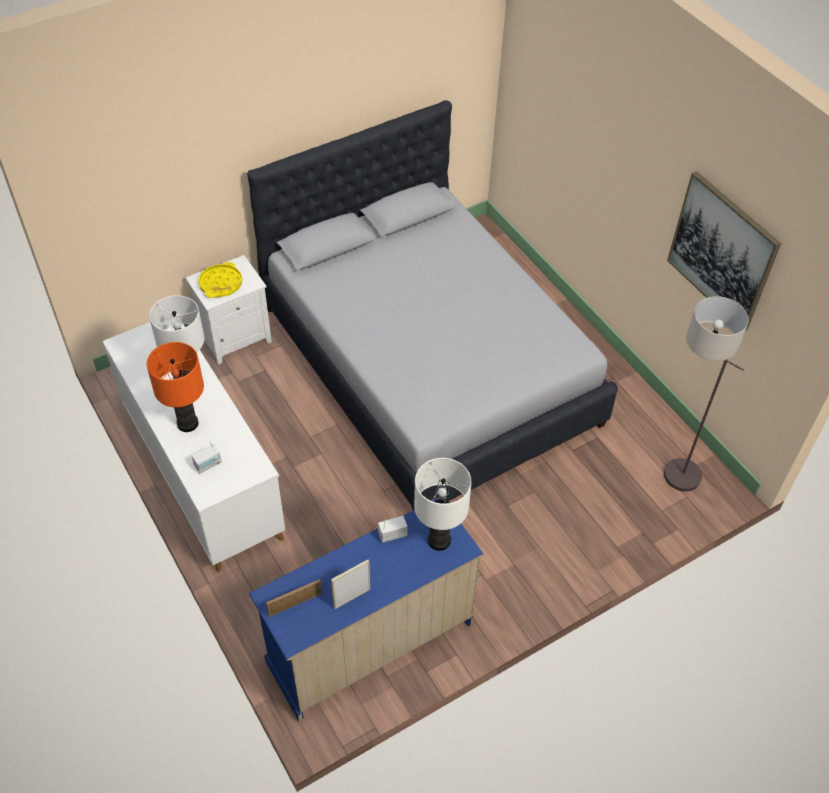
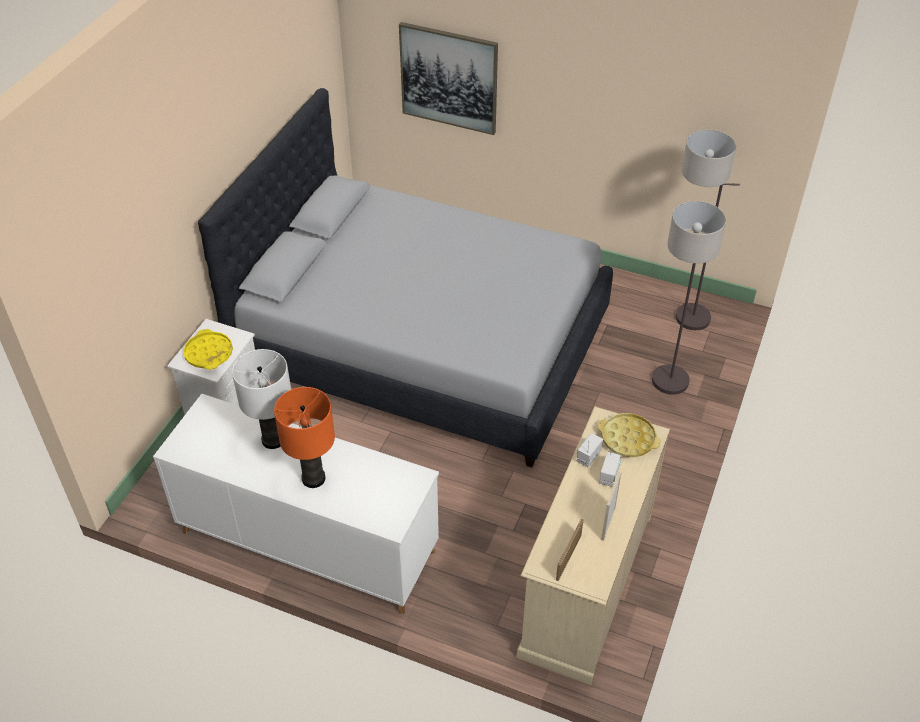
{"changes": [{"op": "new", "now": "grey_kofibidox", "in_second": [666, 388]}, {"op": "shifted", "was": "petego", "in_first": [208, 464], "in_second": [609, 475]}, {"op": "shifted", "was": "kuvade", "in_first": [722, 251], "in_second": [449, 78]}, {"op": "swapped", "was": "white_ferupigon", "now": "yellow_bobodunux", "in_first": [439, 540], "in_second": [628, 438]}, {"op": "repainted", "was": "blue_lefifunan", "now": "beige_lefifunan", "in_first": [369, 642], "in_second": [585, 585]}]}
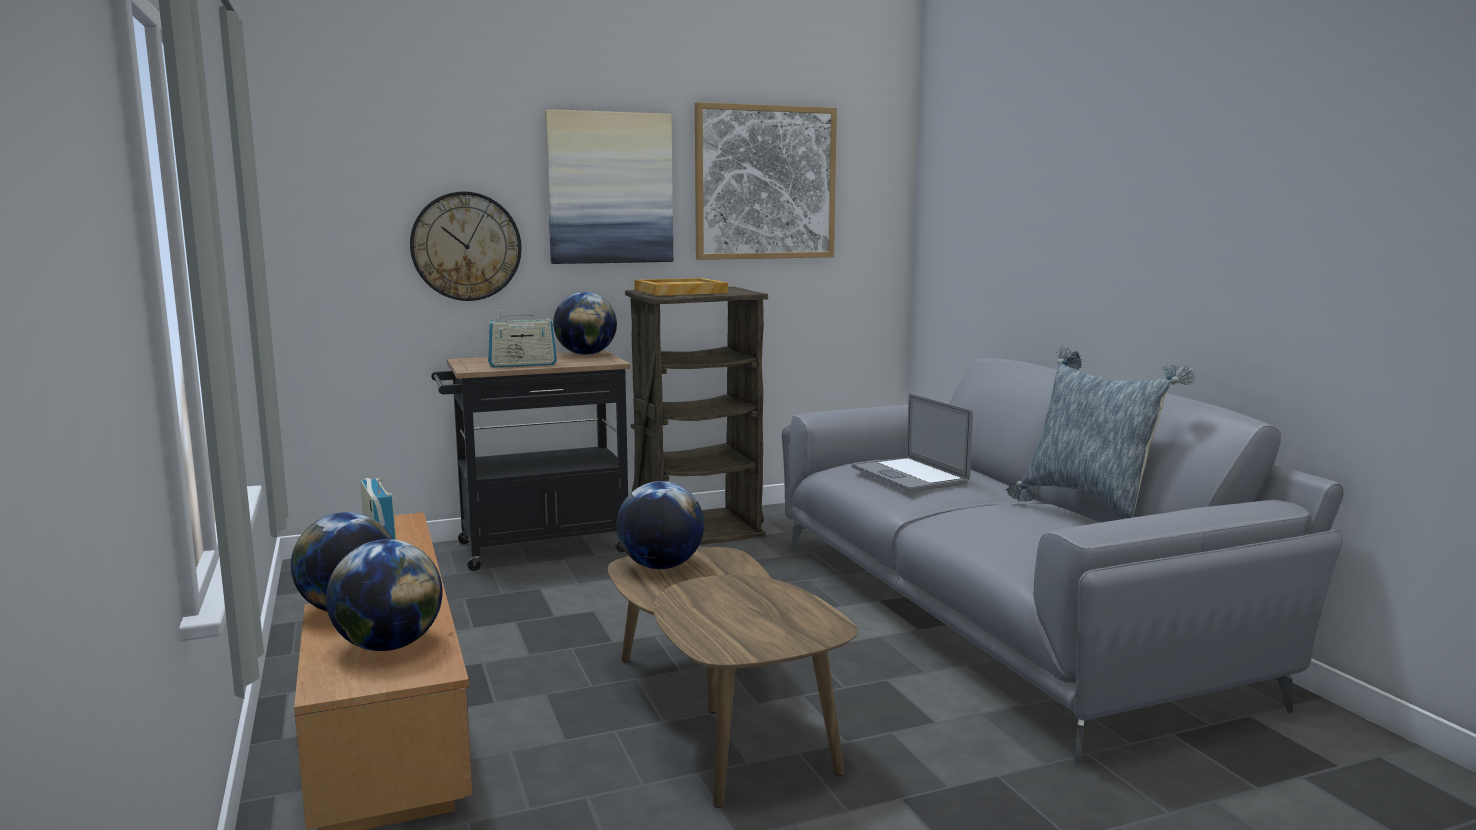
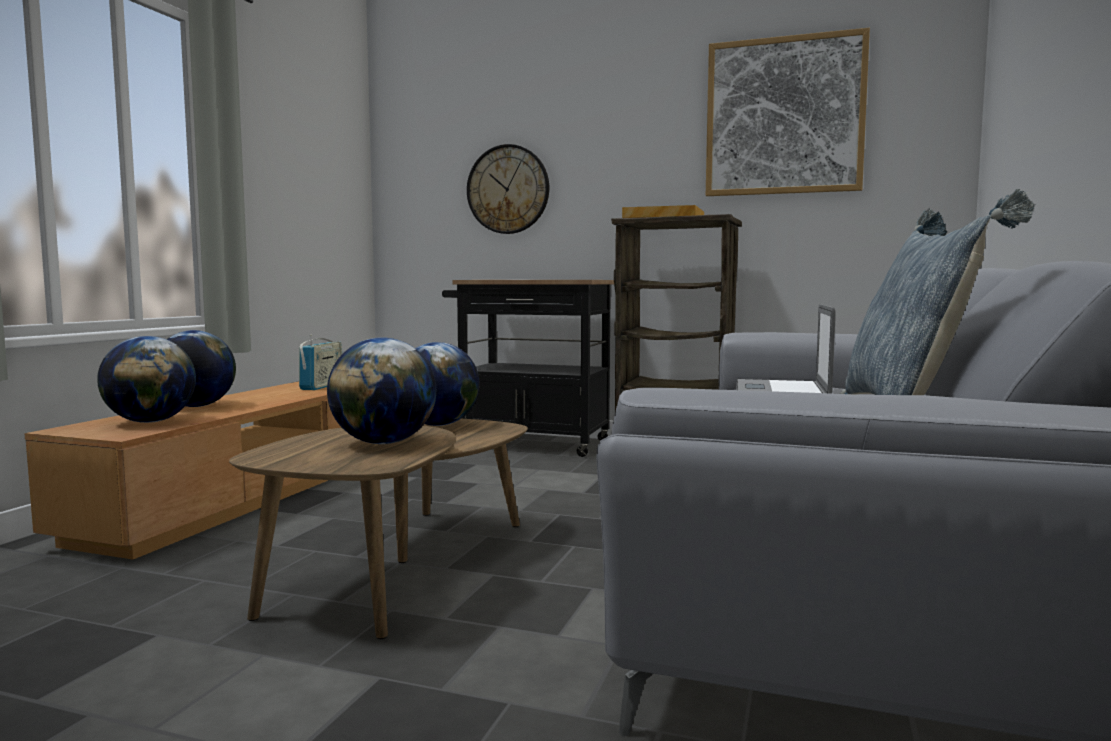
{"changes": [{"op": "gone", "was": "petego", "in_first": [522, 365]}, {"op": "gone", "was": "kuvade", "in_first": [610, 188]}, {"op": "shifted", "was": "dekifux", "in_first": [586, 354], "in_second": [383, 442]}]}
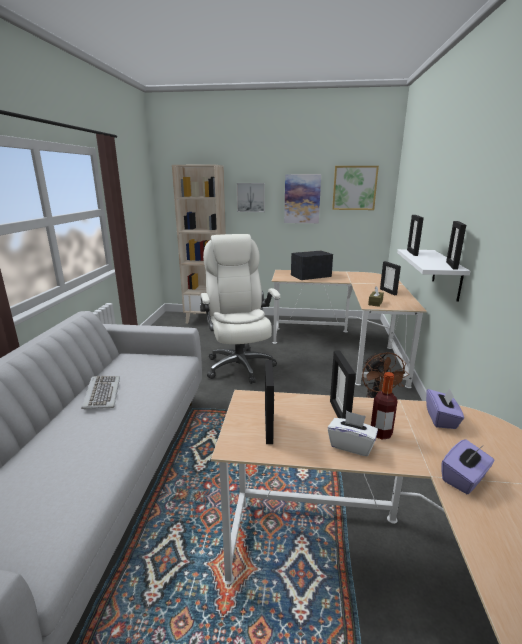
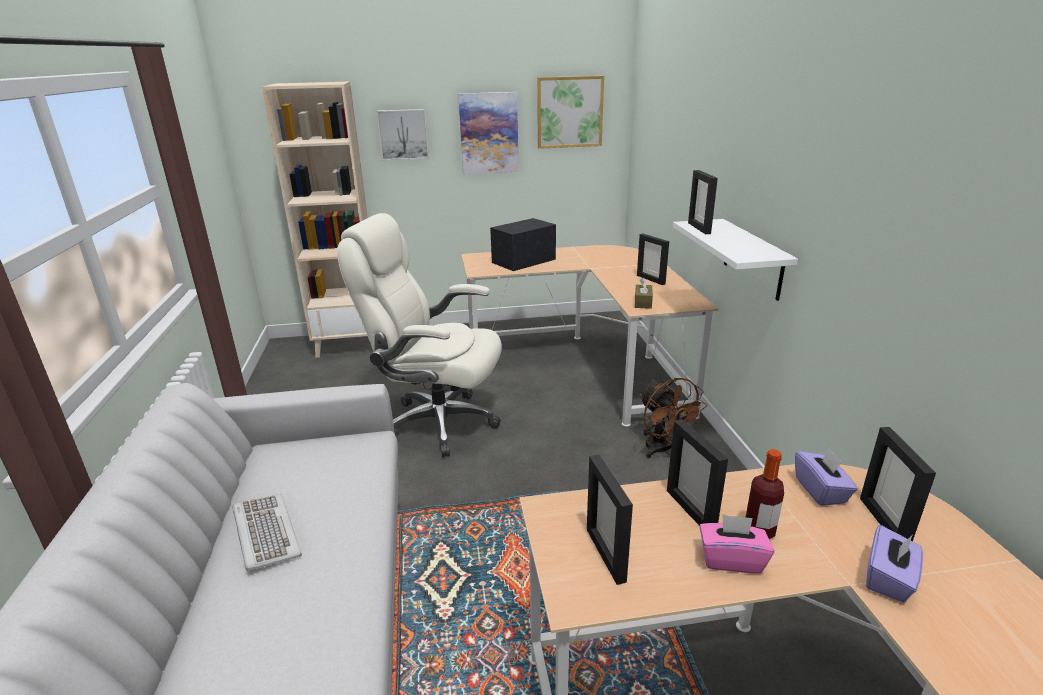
{"changes": [{"op": "shifted", "was": "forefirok", "in_first": [452, 265], "in_second": [885, 522]}, {"op": "repainted", "was": "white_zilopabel", "now": "pink_zilopabel", "in_first": [351, 445], "in_second": [731, 559]}, {"op": "rotated", "was": "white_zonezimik", "in_first": [239, 366], "in_second": [438, 423], "clockwise": -45}]}
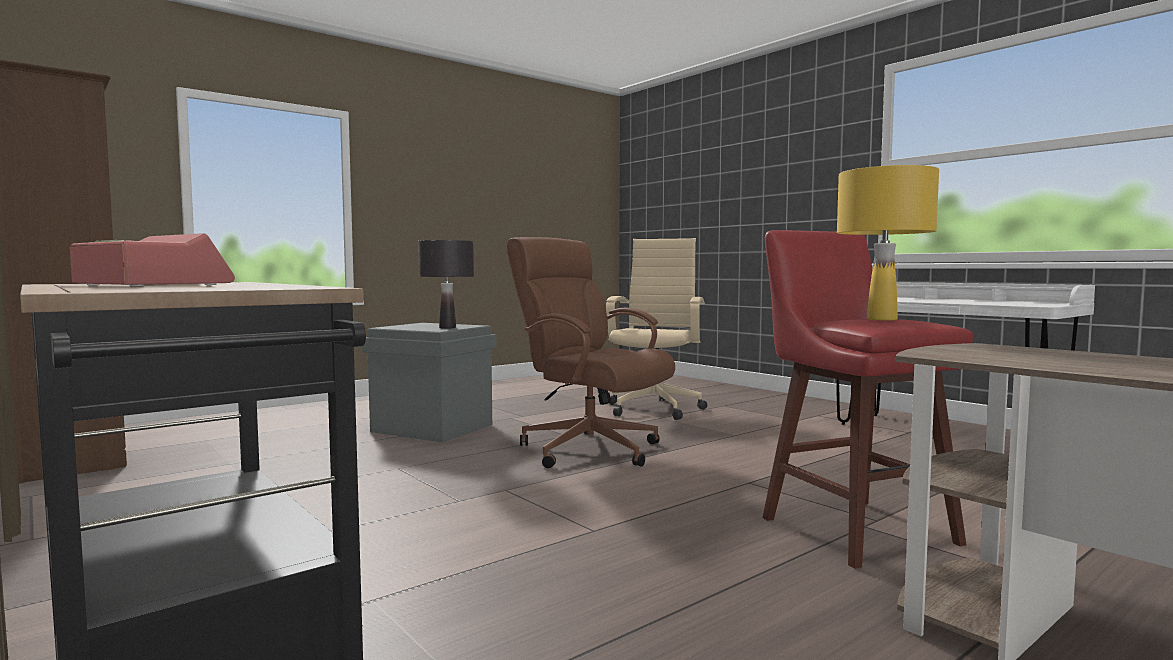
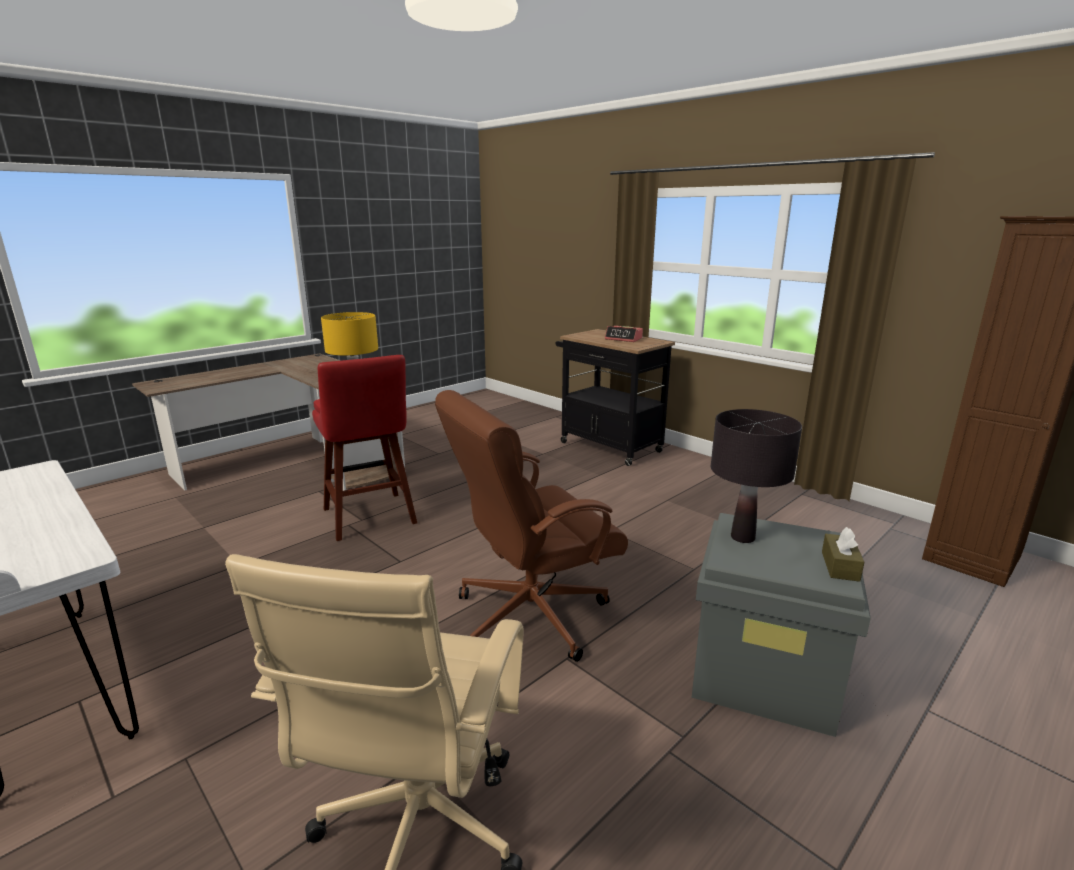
{"changes": [{"op": "new", "now": "brown_zilopabel", "in_second": [840, 566]}, {"op": "rotated", "was": "brown_zonezimik", "in_first": [590, 450], "in_second": [532, 614], "clockwise": 120}]}
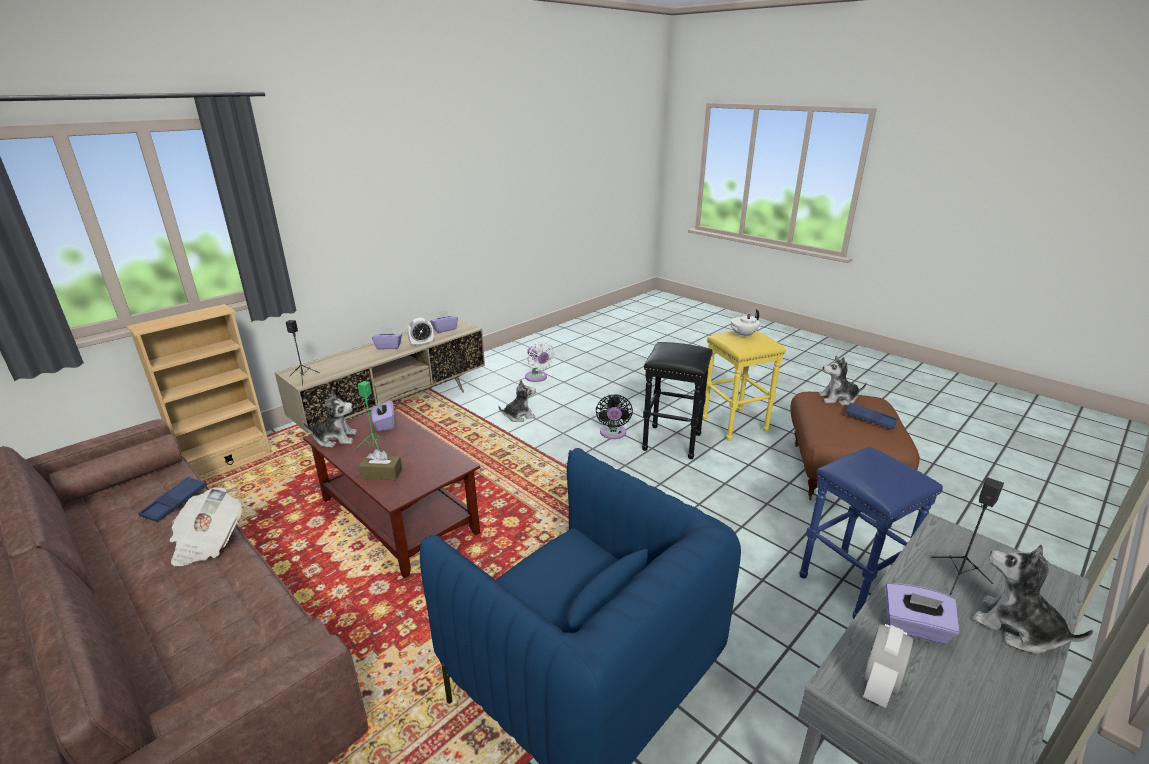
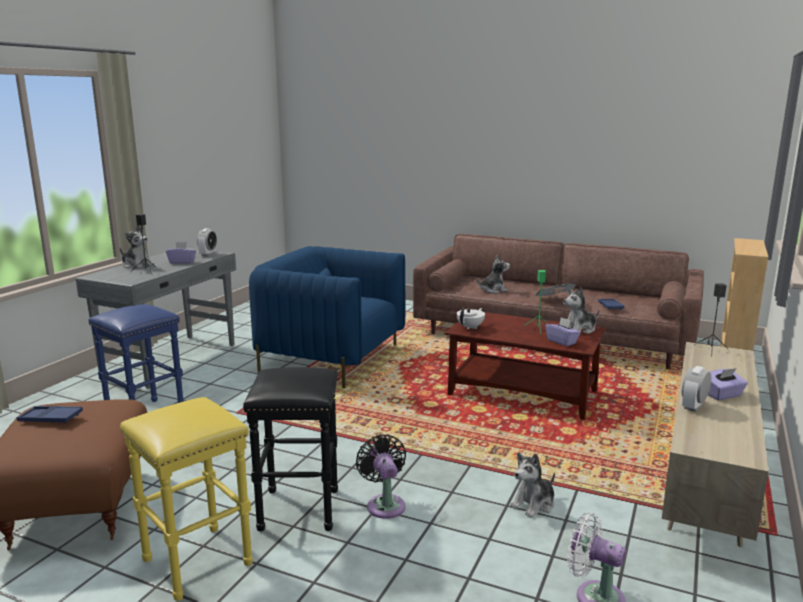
{"changes": [{"op": "gone", "was": "brown_zilopabel", "in_first": [381, 474]}, {"op": "gone", "was": "purple_zilopabel", "in_first": [445, 329]}, {"op": "shifted", "was": "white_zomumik", "in_first": [742, 335], "in_second": [470, 327]}, {"op": "shifted", "was": "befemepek", "in_first": [838, 399], "in_second": [493, 290]}]}
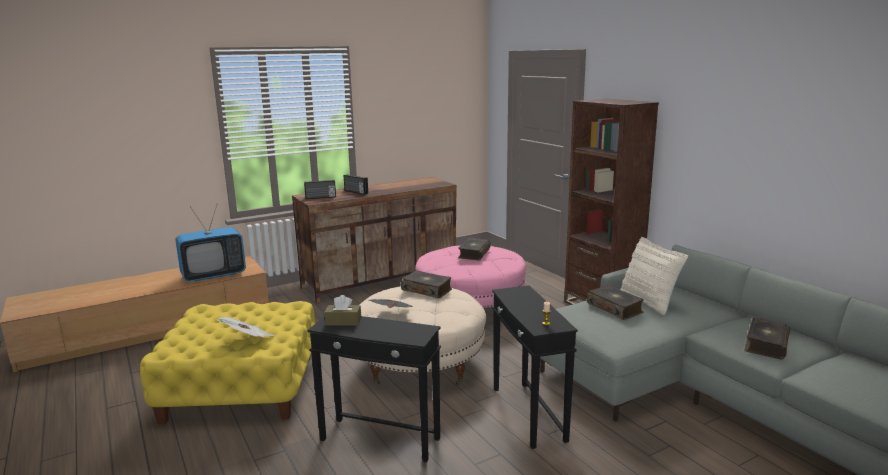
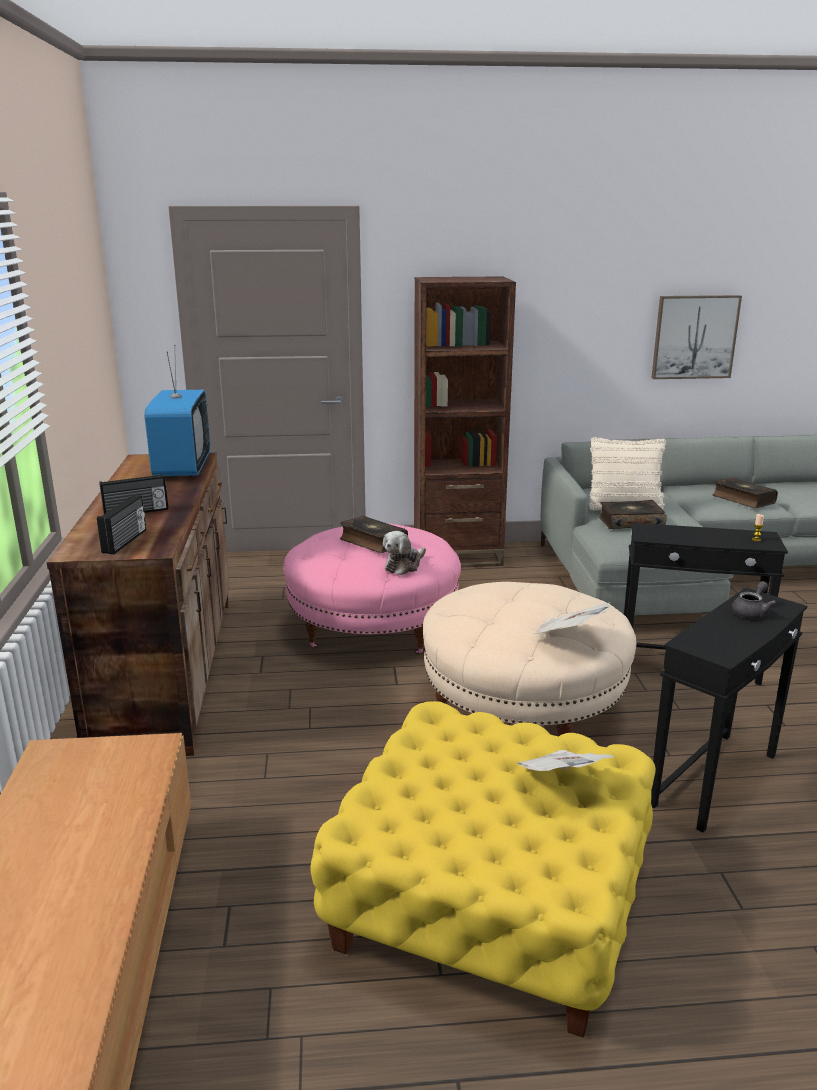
{"changes": [{"op": "gone", "was": "brown_zilopabel", "in_first": [343, 321]}, {"op": "gone", "was": "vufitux", "in_first": [427, 290]}, {"op": "new", "now": "befemepek", "in_second": [404, 566]}, {"op": "new", "now": "kuvade", "in_second": [694, 337]}, {"op": "new", "now": "grey_zomumik", "in_second": [751, 612]}, {"op": "shifted", "was": "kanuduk", "in_first": [213, 275], "in_second": [182, 467]}]}
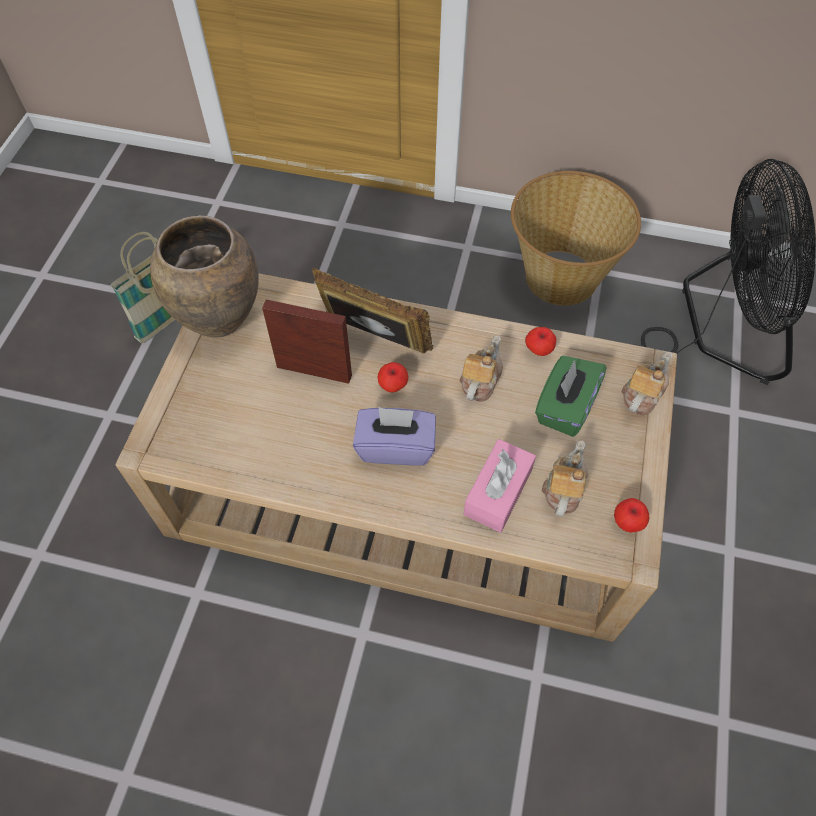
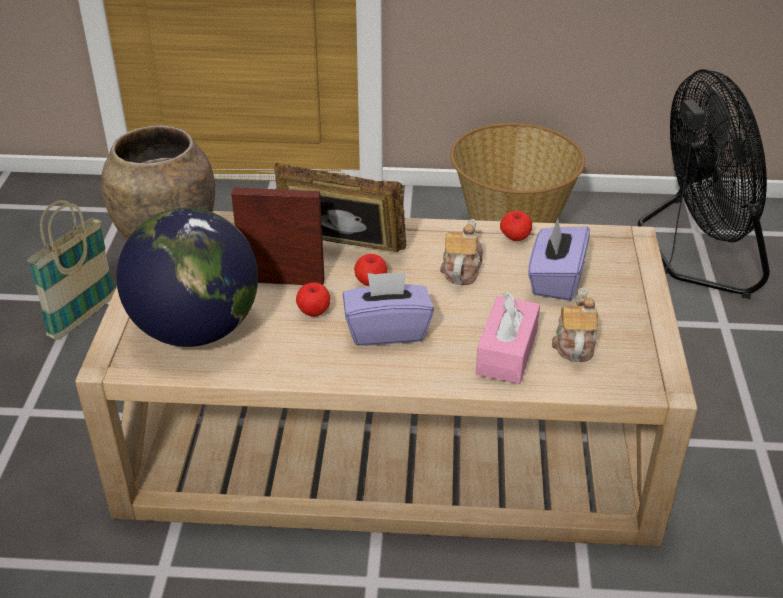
{"changes": [{"op": "gone", "was": "zomumik", "in_first": [641, 394]}, {"op": "new", "now": "dekifux", "in_second": [197, 329]}, {"op": "shifted", "was": "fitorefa", "in_first": [627, 521], "in_second": [314, 311]}, {"op": "repainted", "was": "green_zilopabel", "now": "purple_zilopabel", "in_first": [565, 407], "in_second": [555, 279]}]}
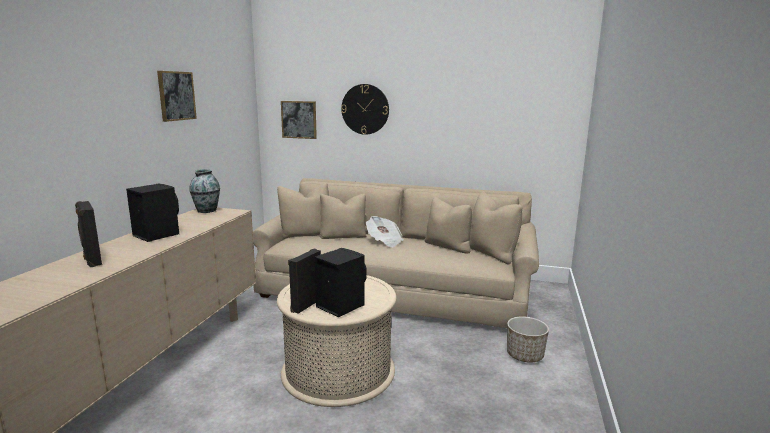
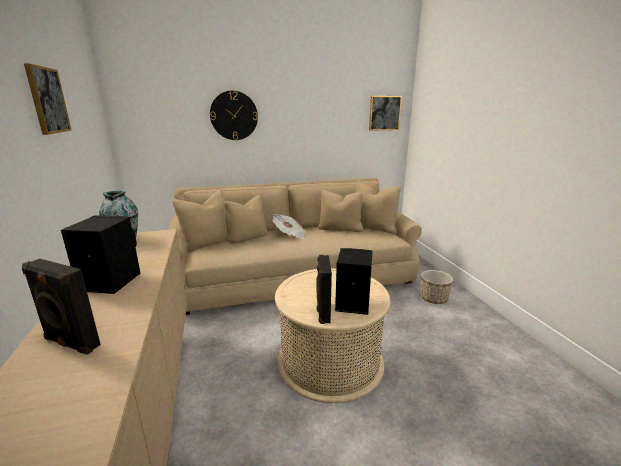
{"changes": [{"op": "shifted", "was": "kuvade", "in_first": [299, 119], "in_second": [384, 113]}]}
